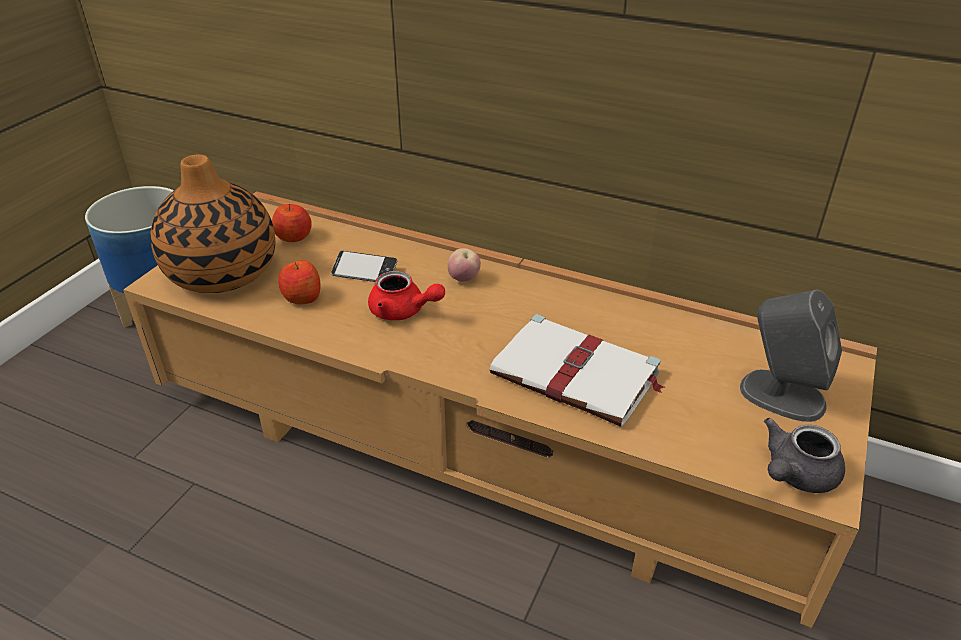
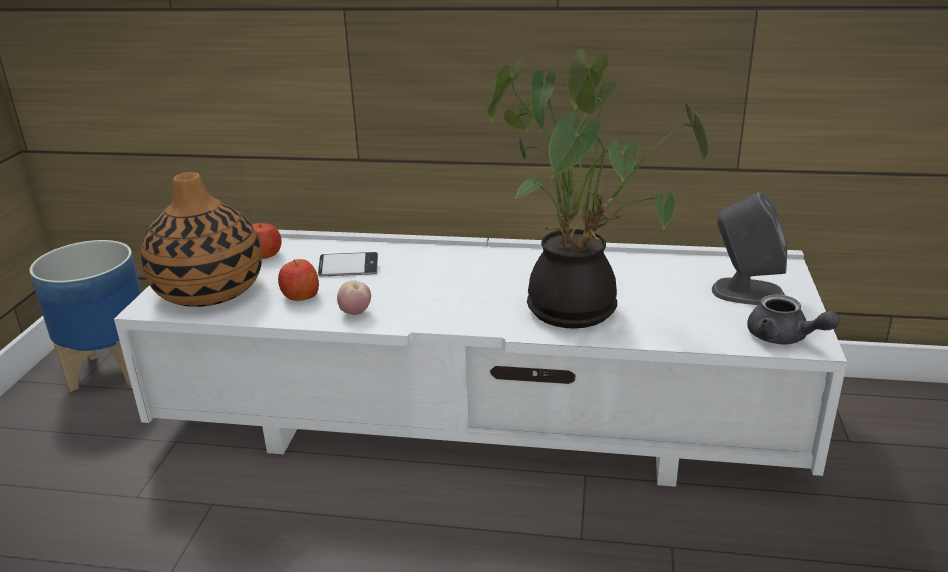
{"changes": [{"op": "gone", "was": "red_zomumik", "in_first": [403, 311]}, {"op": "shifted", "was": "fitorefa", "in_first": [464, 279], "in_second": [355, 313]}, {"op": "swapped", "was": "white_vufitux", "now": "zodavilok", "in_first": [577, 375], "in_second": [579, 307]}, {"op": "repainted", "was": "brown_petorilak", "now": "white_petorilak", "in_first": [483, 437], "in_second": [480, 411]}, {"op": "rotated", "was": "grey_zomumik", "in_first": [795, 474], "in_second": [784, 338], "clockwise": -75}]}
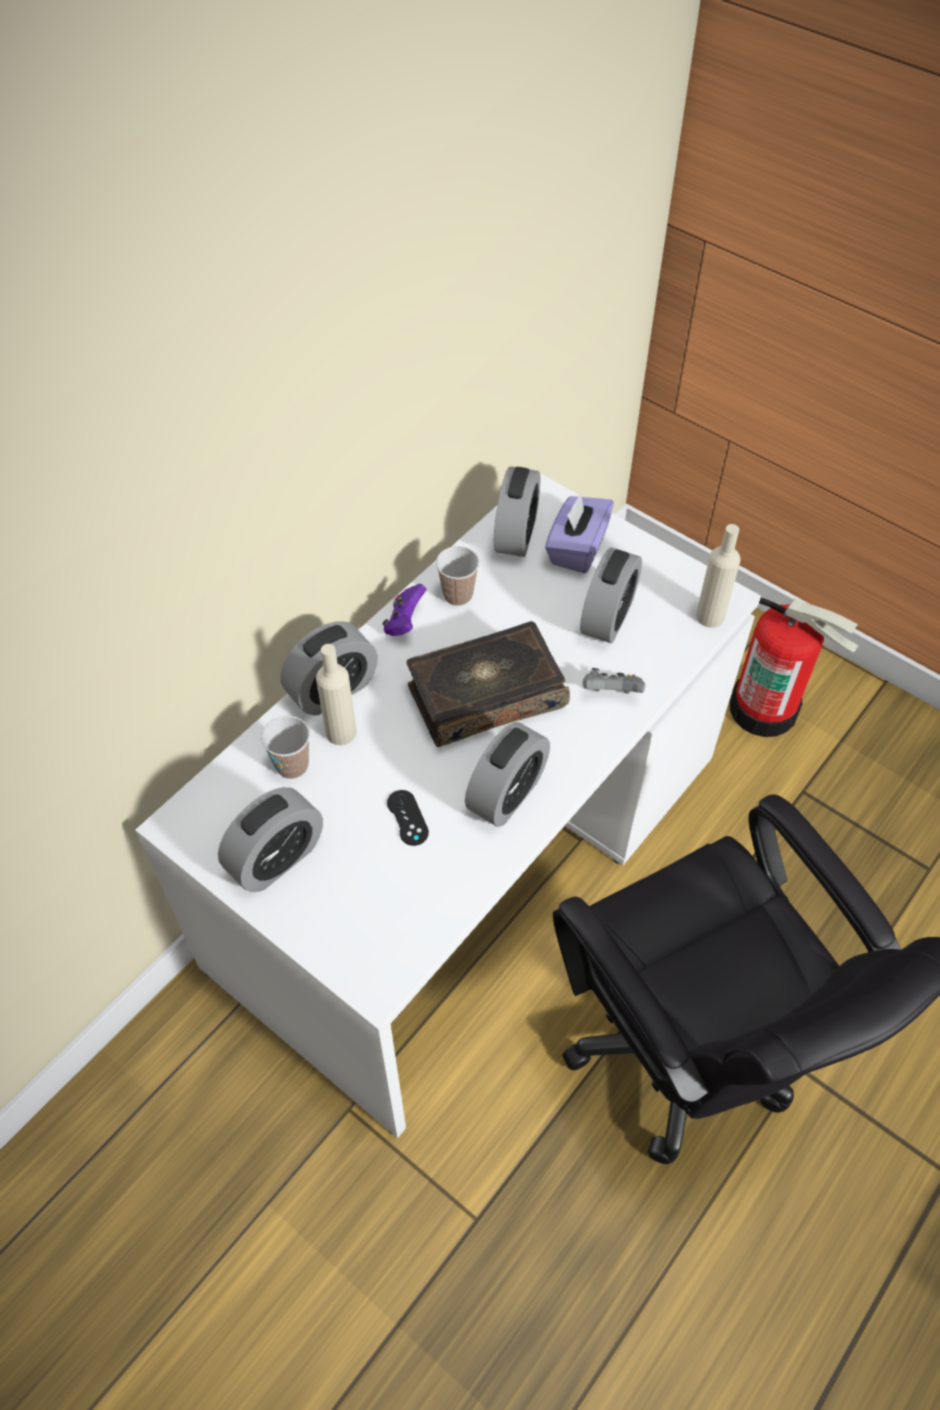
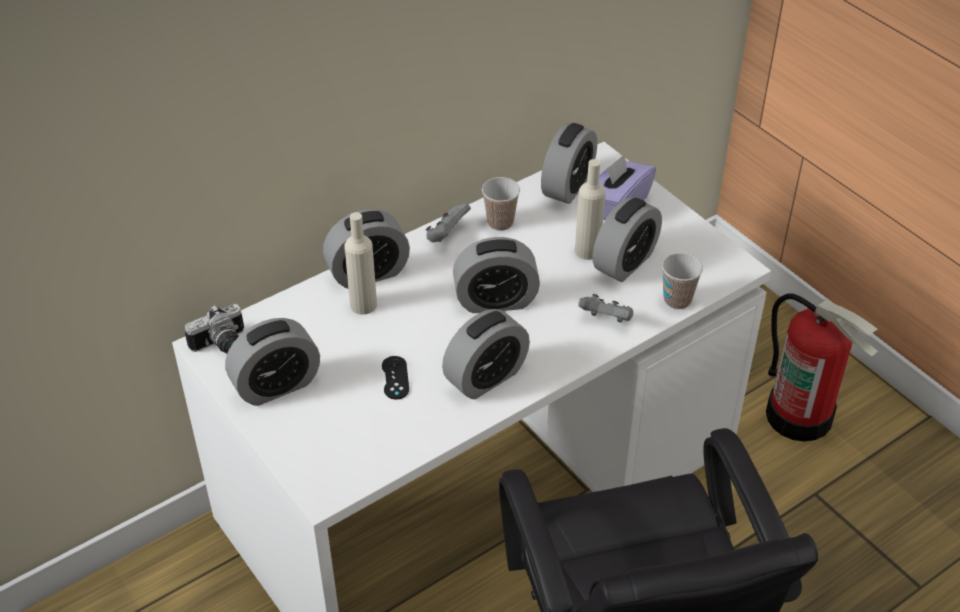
{"changes": [{"op": "new", "now": "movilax", "in_second": [221, 345]}, {"op": "shifted", "was": "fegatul", "in_first": [292, 765], "in_second": [677, 300]}, {"op": "shifted", "was": "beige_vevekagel", "in_first": [710, 616], "in_second": [587, 251]}, {"op": "swapped", "was": "vufitux", "now": "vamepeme", "in_first": [485, 695], "in_second": [495, 301]}, {"op": "repainted", "was": "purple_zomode", "now": "grey_zomode", "in_first": [404, 622], "in_second": [447, 234]}]}
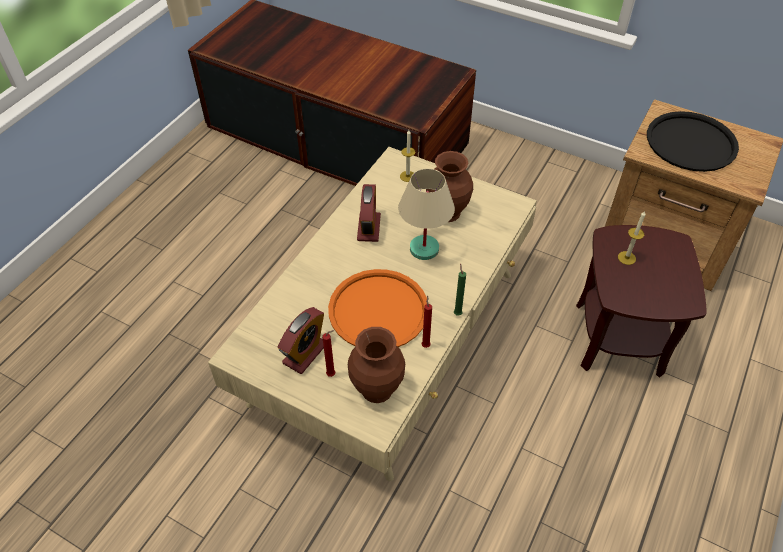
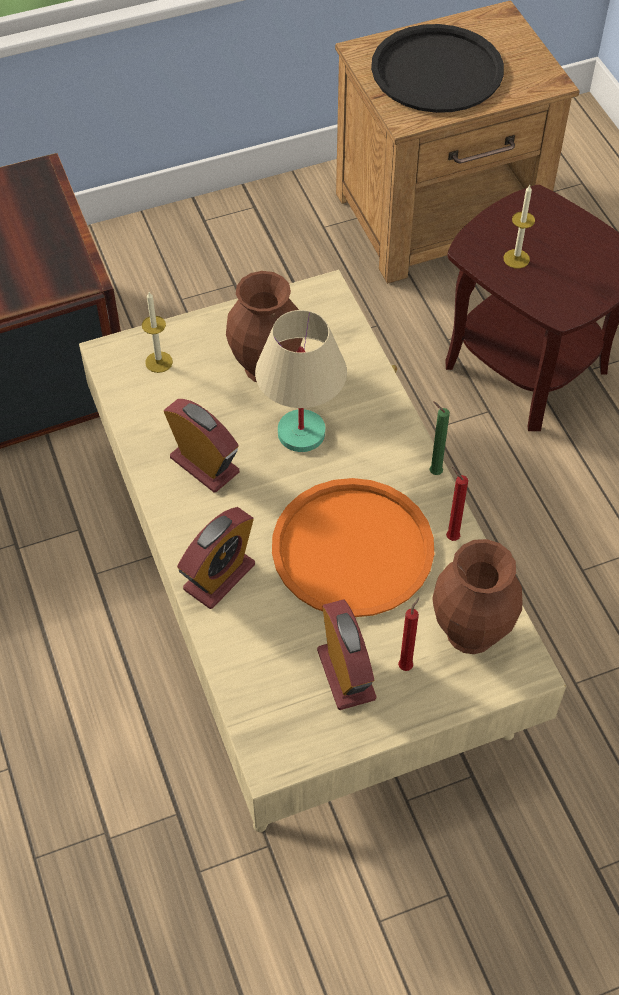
{"changes": [{"op": "new", "now": "vamepeme", "in_second": [219, 577]}]}
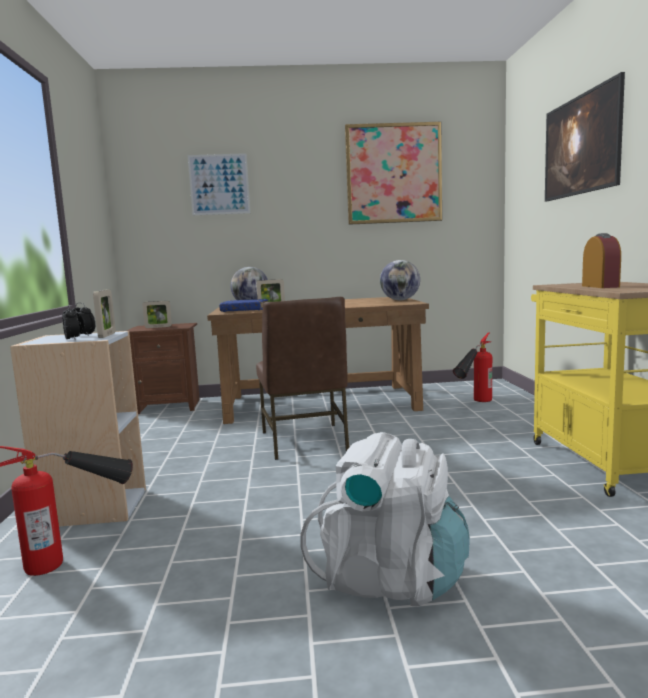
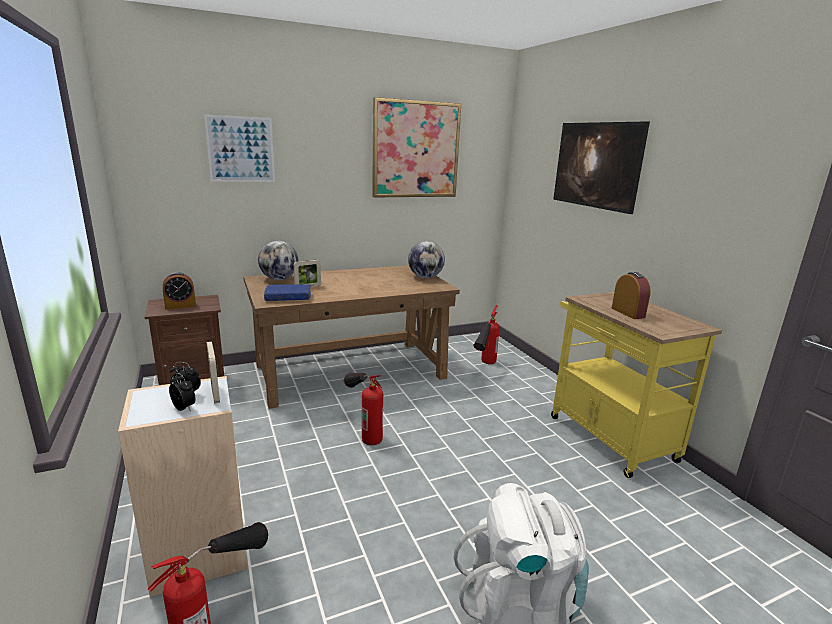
{"changes": [{"op": "swapped", "was": "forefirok", "now": "vamepeme", "in_first": [158, 327], "in_second": [180, 306]}, {"op": "swapped", "was": "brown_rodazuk", "now": "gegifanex", "in_first": [305, 441], "in_second": [364, 430]}]}
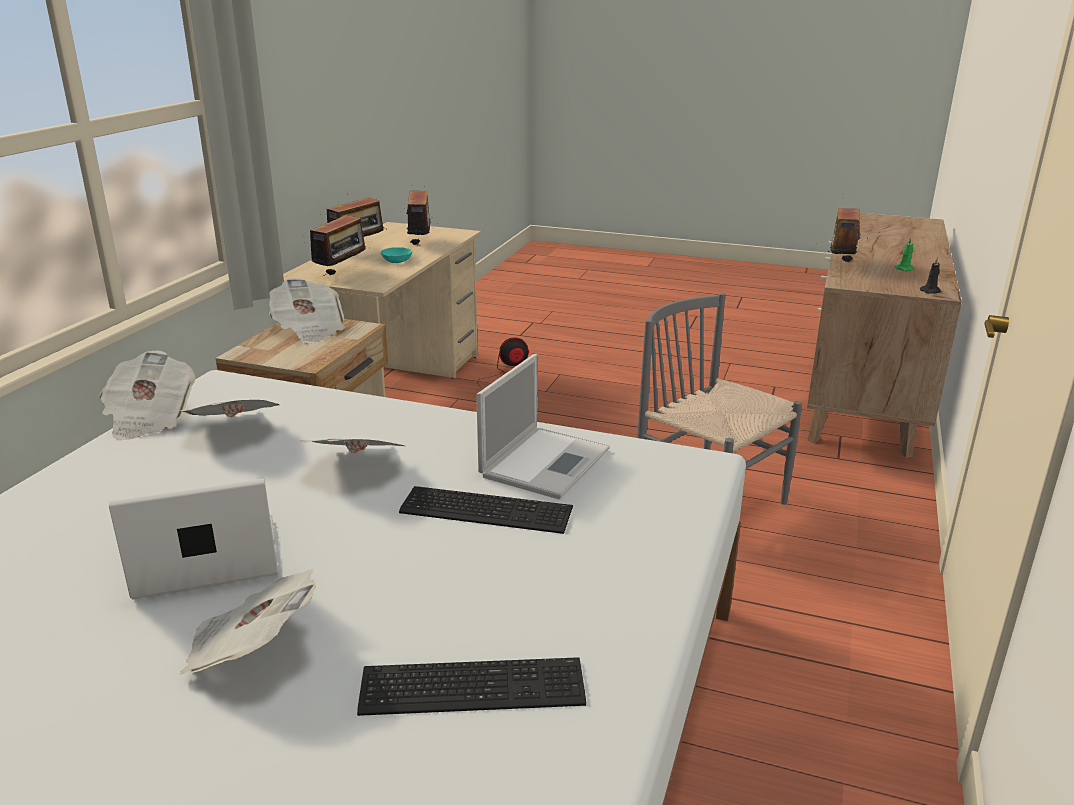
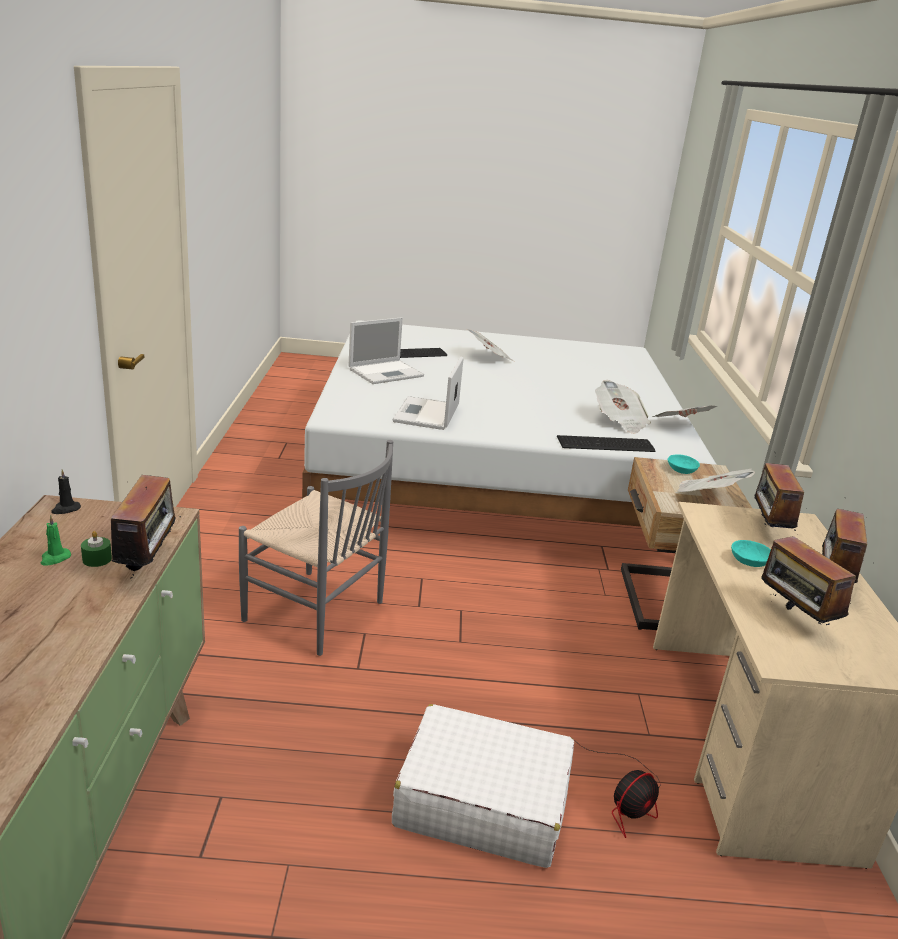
{"changes": [{"op": "gone", "was": "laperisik", "in_first": [358, 467]}, {"op": "new", "now": "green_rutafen", "in_second": [97, 559]}, {"op": "new", "now": "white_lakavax", "in_second": [481, 801]}, {"op": "new", "now": "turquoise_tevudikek", "in_second": [680, 470]}, {"op": "shifted", "was": "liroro", "in_first": [203, 560], "in_second": [387, 372]}, {"op": "shifted", "was": "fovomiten", "in_first": [485, 508], "in_second": [607, 445]}]}
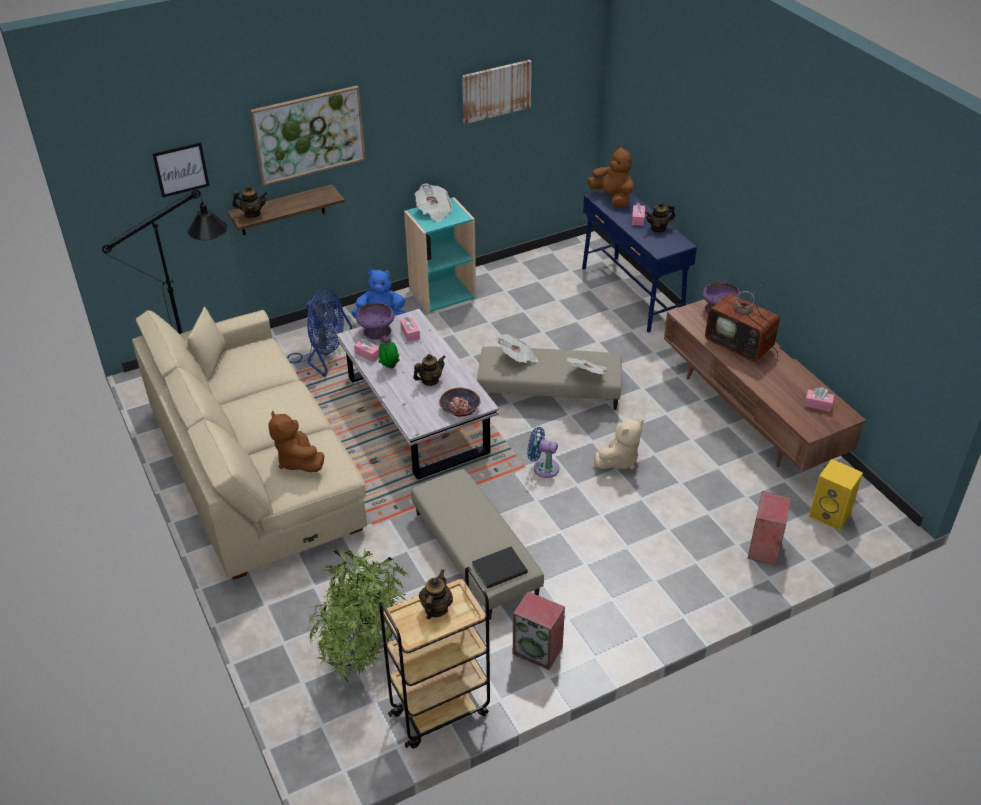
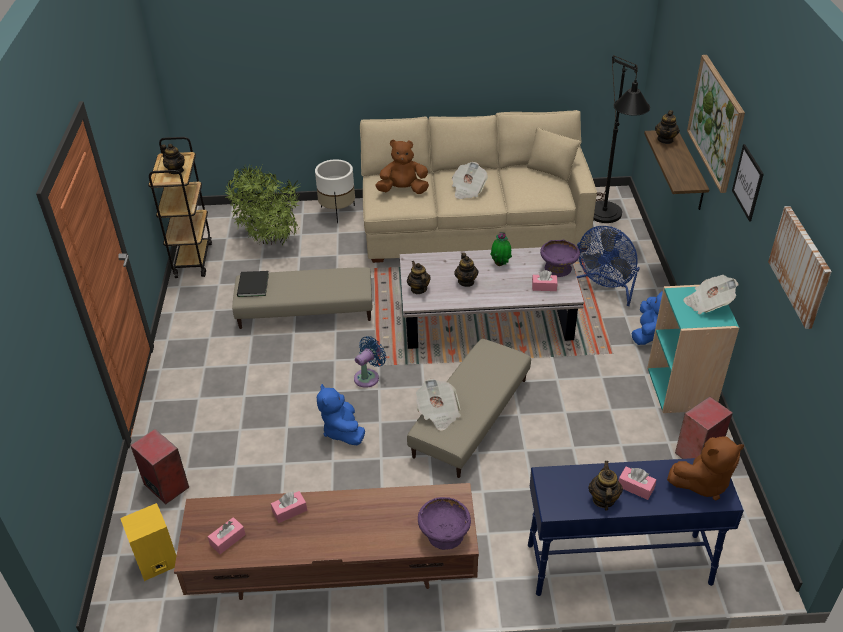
{"changes": [{"op": "gone", "was": "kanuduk", "in_first": [741, 345]}, {"op": "new", "now": "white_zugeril", "in_second": [337, 212]}, {"op": "shifted", "was": "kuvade", "in_first": [181, 169], "in_second": [748, 182]}, {"op": "shifted", "was": "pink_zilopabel", "in_first": [368, 354], "in_second": [289, 511]}, {"op": "shifted", "was": "laperisik", "in_first": [517, 358], "in_second": [468, 190]}, {"op": "shifted", "was": "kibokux", "in_first": [538, 650], "in_second": [698, 453]}, {"op": "swapped", "was": "tevudikek", "now": "zomumik", "in_first": [460, 407], "in_second": [418, 289]}, {"op": "repainted", "was": "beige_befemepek", "now": "blue_befemepek", "in_first": [619, 460], "in_second": [342, 430]}]}
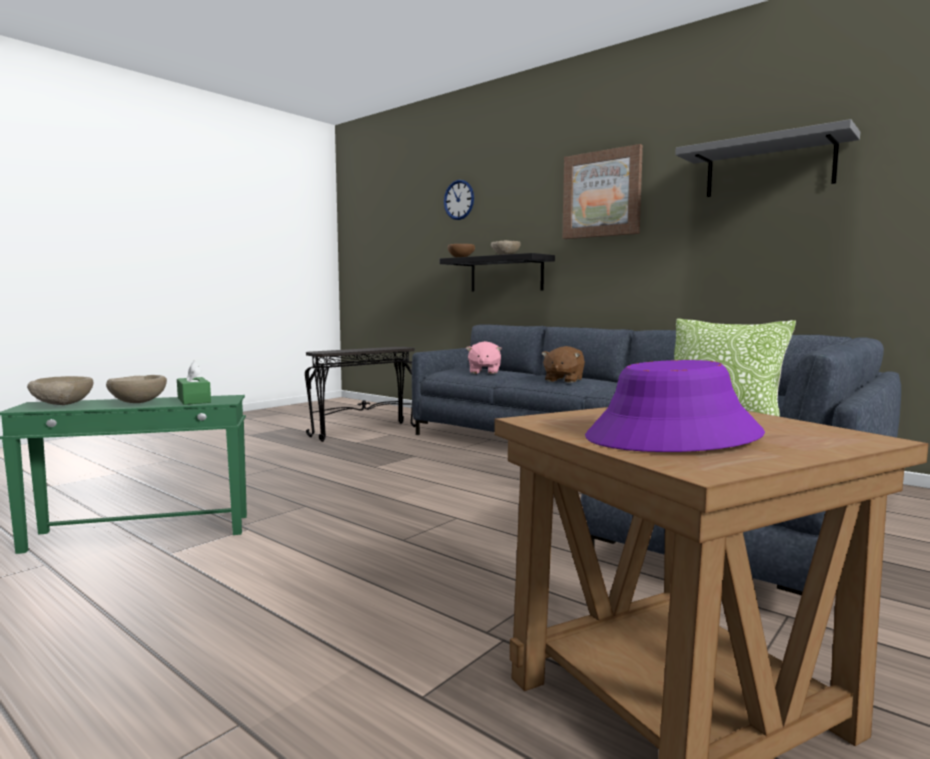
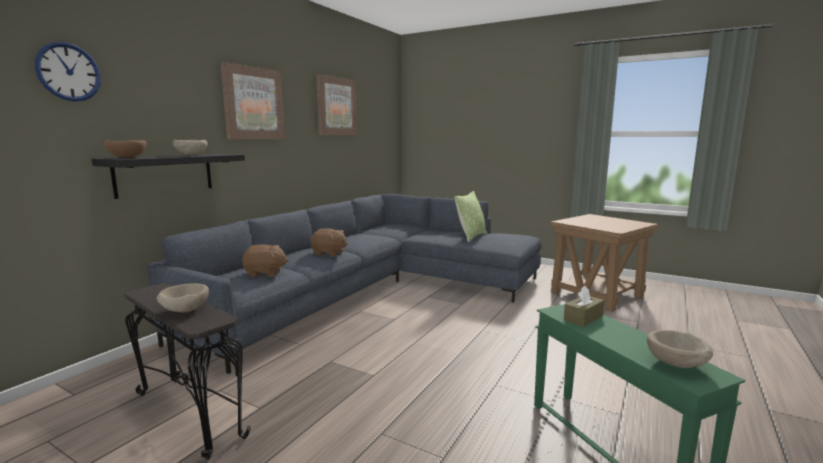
{"changes": [{"op": "gone", "was": "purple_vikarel", "in_first": [673, 437]}, {"op": "shifted", "was": "beige_tevudikek", "in_first": [139, 402], "in_second": [184, 310]}, {"op": "swapped", "was": "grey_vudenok", "now": "kuvade", "in_first": [769, 167], "in_second": [336, 106]}, {"op": "repainted", "was": "green_zilopabel", "now": "brown_zilopabel", "in_first": [194, 400], "in_second": [583, 318]}, {"op": "repainted", "was": "pink_befemepek", "now": "brown_befemepek", "in_first": [484, 372], "in_second": [265, 273]}]}
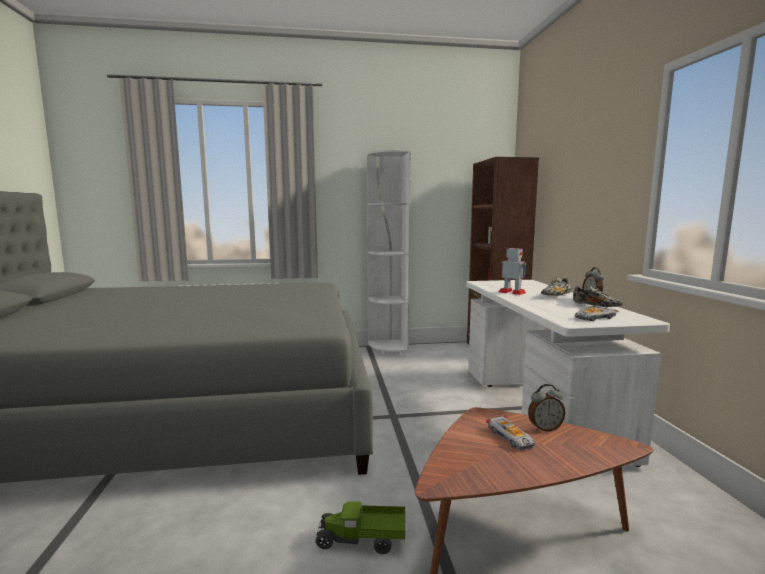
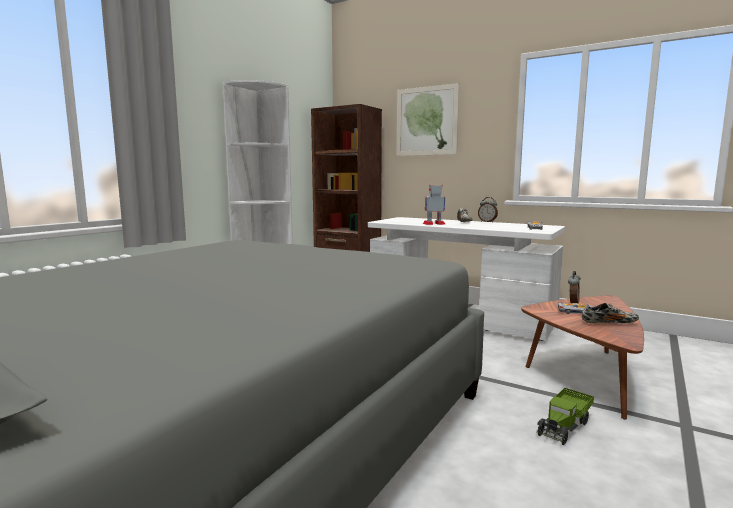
{"changes": [{"op": "new", "now": "kuvade", "in_second": [426, 121]}, {"op": "shifted", "was": "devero", "in_first": [596, 306], "in_second": [609, 323]}]}
